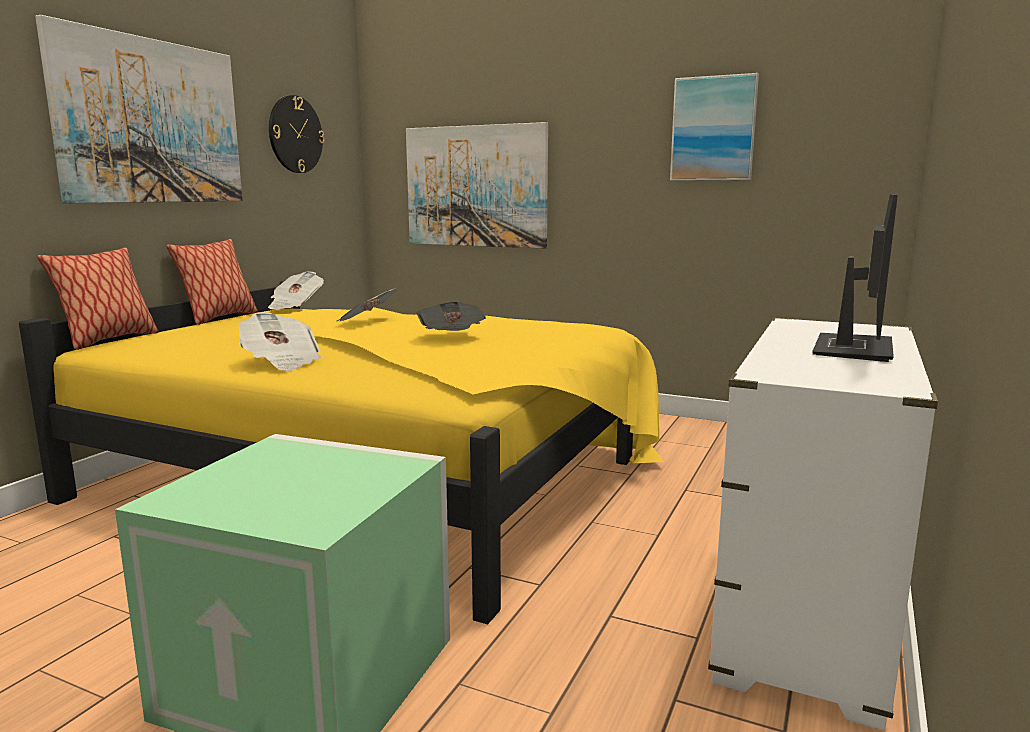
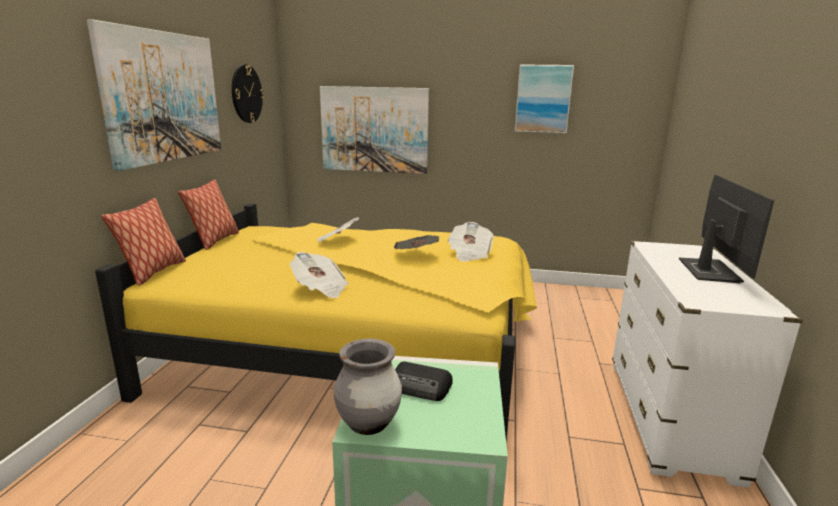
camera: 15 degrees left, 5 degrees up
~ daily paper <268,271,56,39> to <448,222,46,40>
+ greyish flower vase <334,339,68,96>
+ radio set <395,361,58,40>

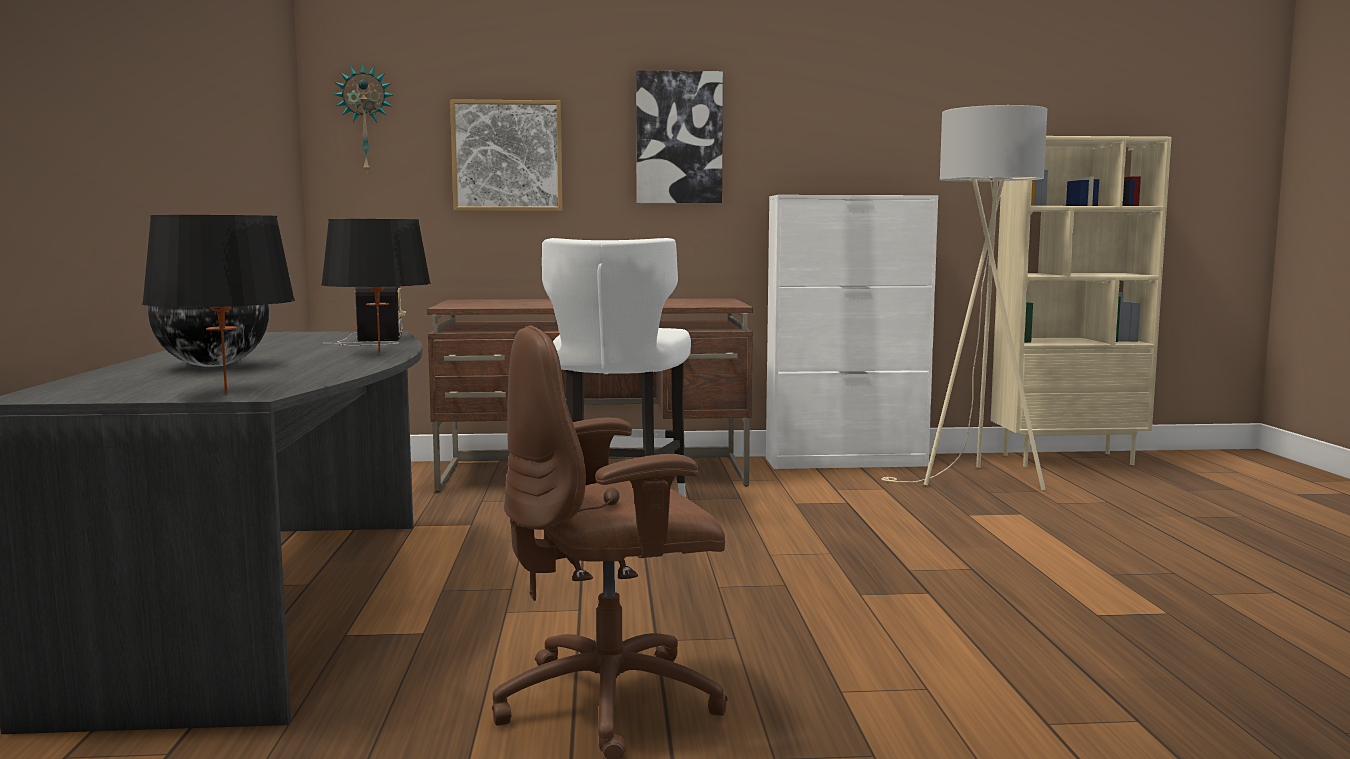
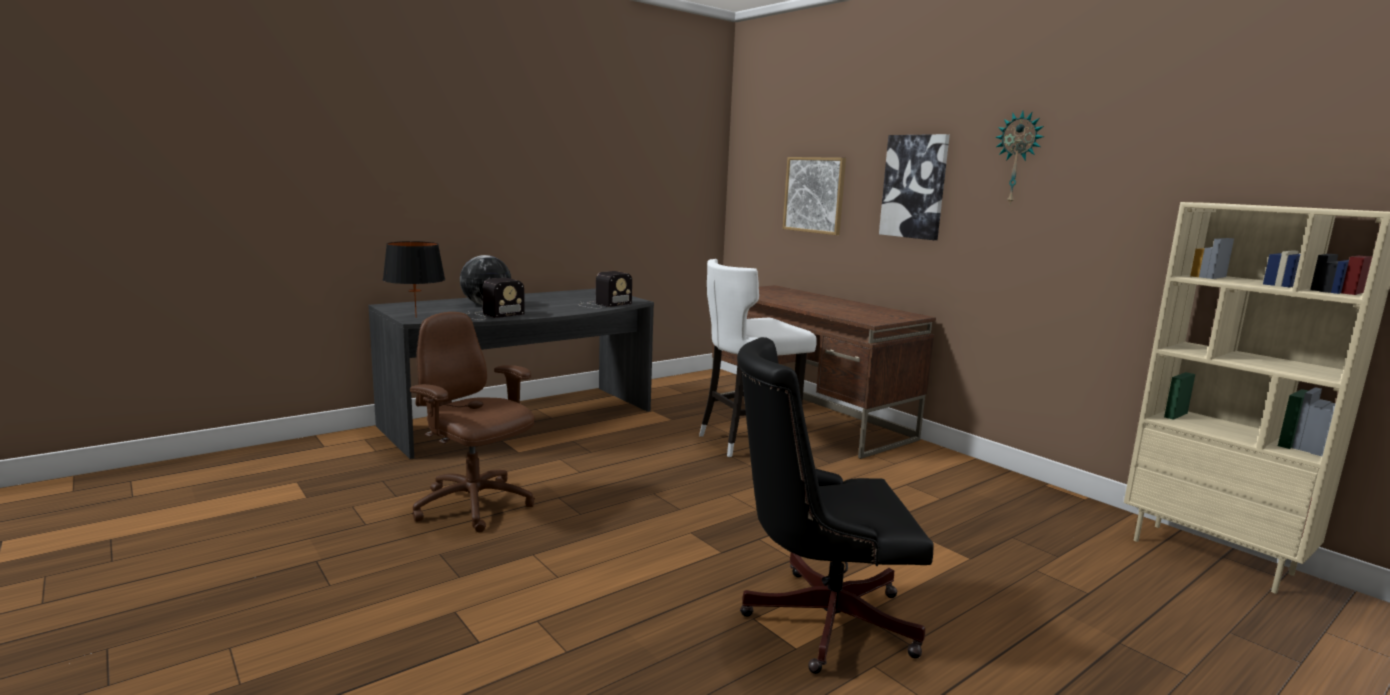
camera: 55 degrees right, 5 degrees up
~ clock on the wall <333,64,60,108> to <995,111,49,92>
- sand-coloured standing lamp <881,105,166,385>
- white storage cabinet <766,195,172,274>
- blackish table lamp <321,219,110,134>
+ radio set <468,278,57,42>
+ blackish office chair <737,337,197,337>

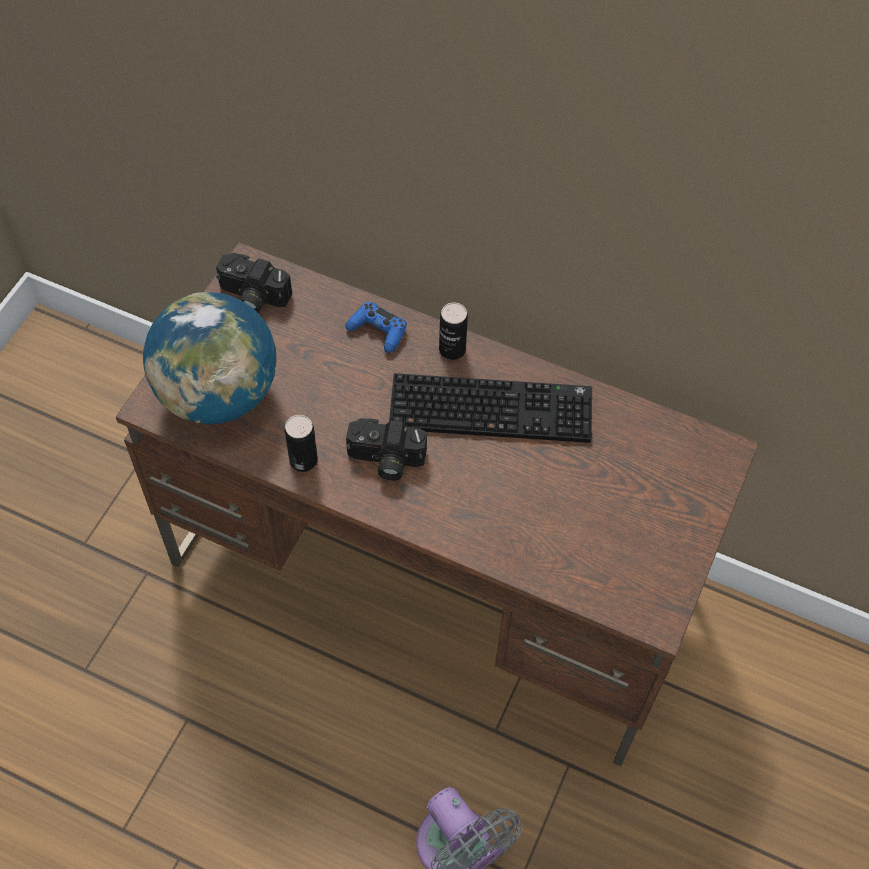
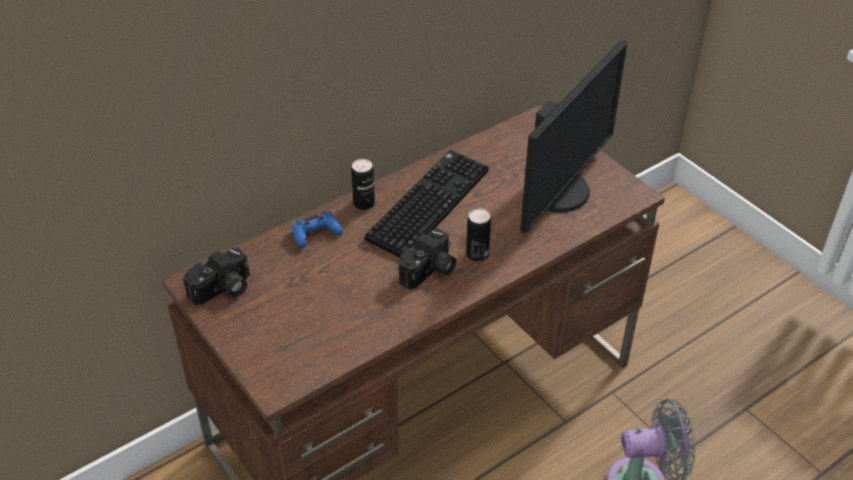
camera: 60 degrees left, 15 degrees down
- world globe <143,292,134,132>
~ sealed can <285,415,33,57> to <466,208,25,53>
+ monitor <520,40,107,194>

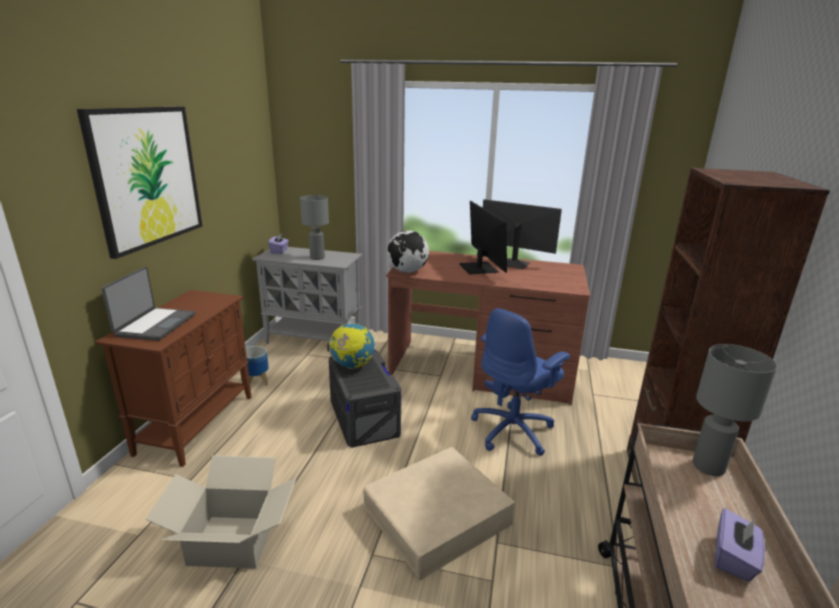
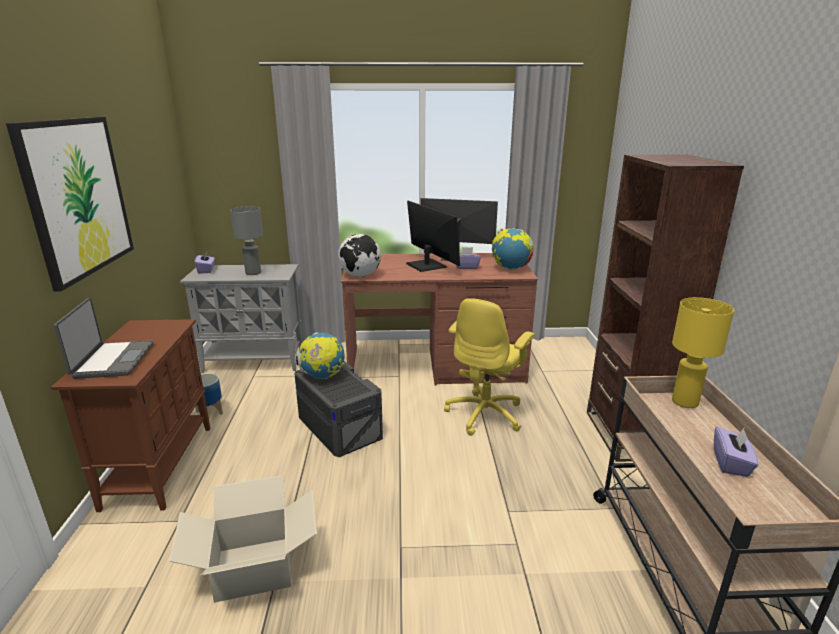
camera: 15 degrees left, 0 degrees up
~ blue-coloured office chair <471,308,99,148> to yellow-coloured office chair <444,298,90,138>
~ greyish table lamp <693,344,84,132> to yellow-coloured table lamp <672,297,62,111>
- sand-coloured storage box <363,447,152,133>
+ world globe <492,228,41,42>
+ purple box of tissues <456,247,25,22>

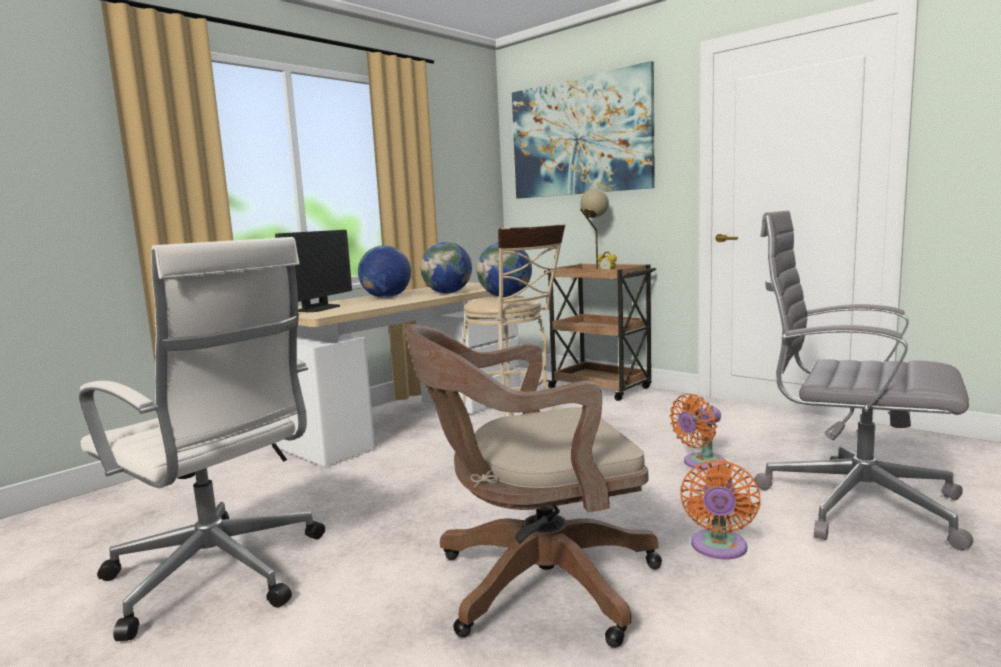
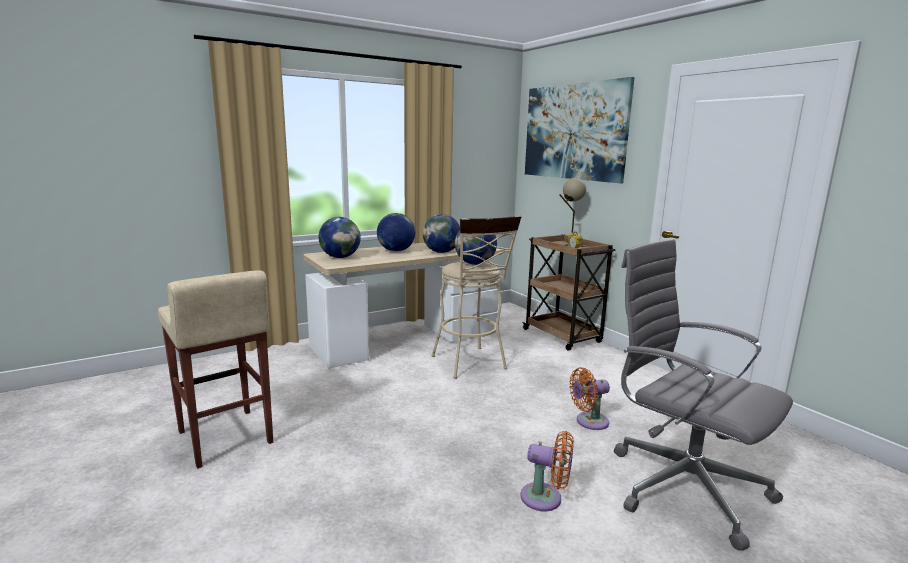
camera: 15 degrees right, 5 degrees up
~ monitor <275,230,77,82> to world globe <318,217,43,41>
~ white office chair <79,237,246,404> to sand-coloured stool seat <158,270,115,198>
- brownish office chair <404,324,258,324>
~ orangey cooling fan <680,460,81,99> = <521,431,53,80> 105 degrees counterclockwise

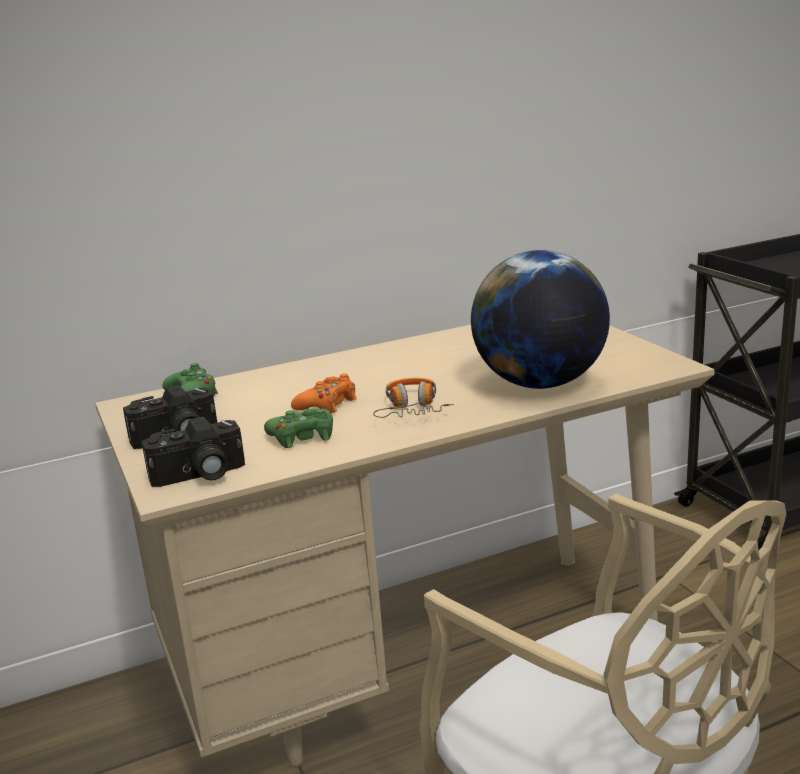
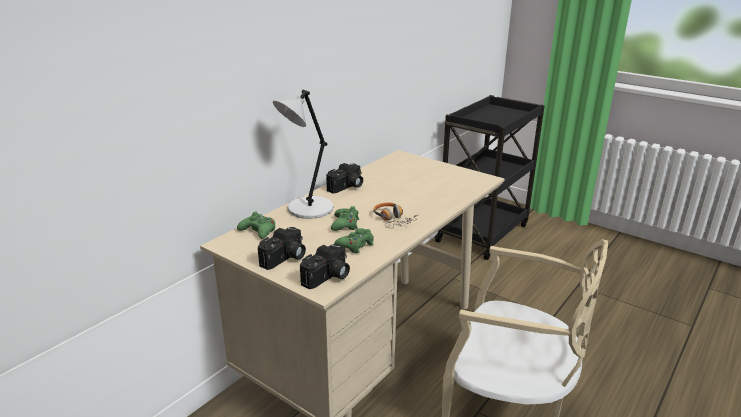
camera: 30 degrees left, 5 degrees up
- world globe <471,250,139,139>
~ orangey game controller <291,373,66,41> to green game controller <331,206,28,25>
+ greyish table lamp <273,90,60,129>
+ still camera <326,163,37,30>

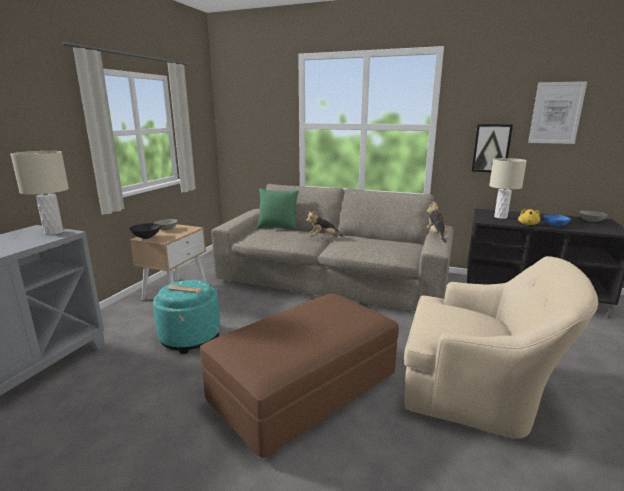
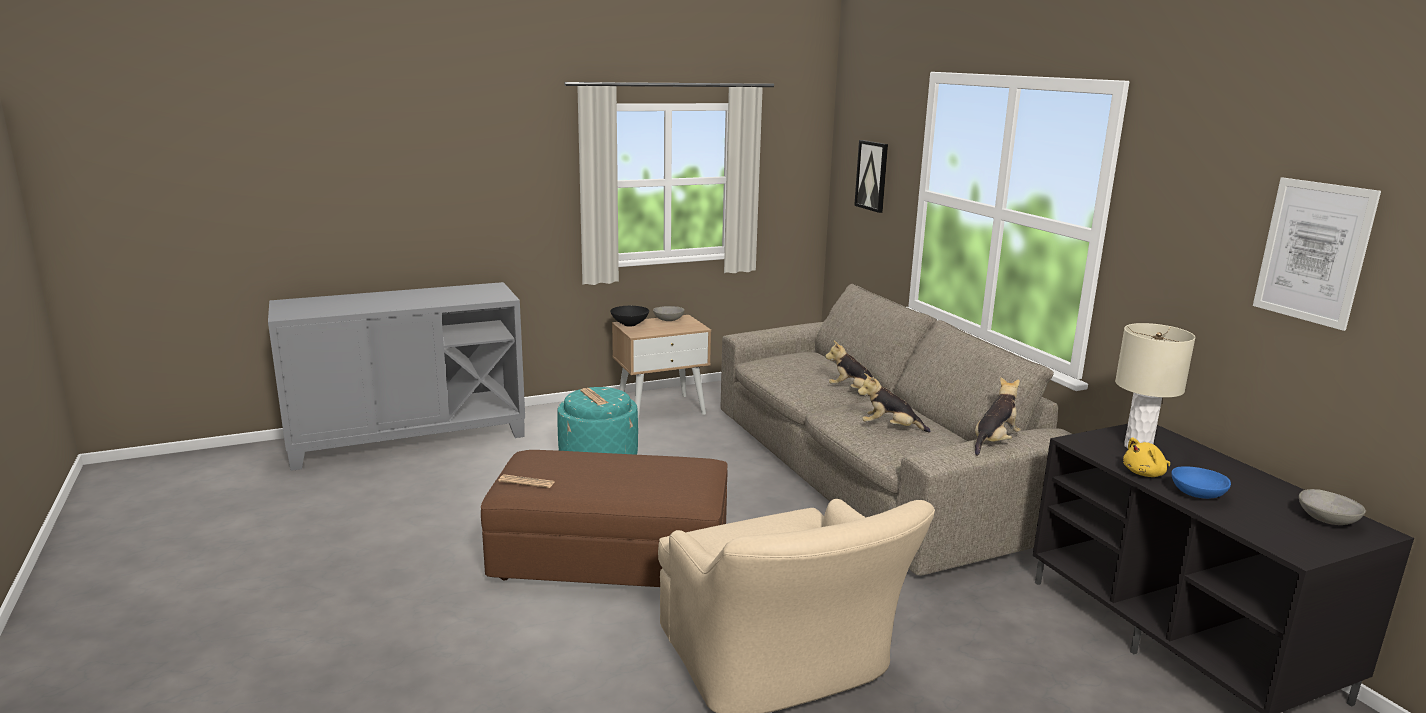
camera: 45 degrees right, 0 degrees up
~ wall art <472,124,41,48> to <854,140,34,73>
- sand-coloured table lamp <10,151,59,84>
- green pillow <257,188,42,42>
+ cuddly toy <858,373,73,60>
+ daily paper <498,474,56,14>

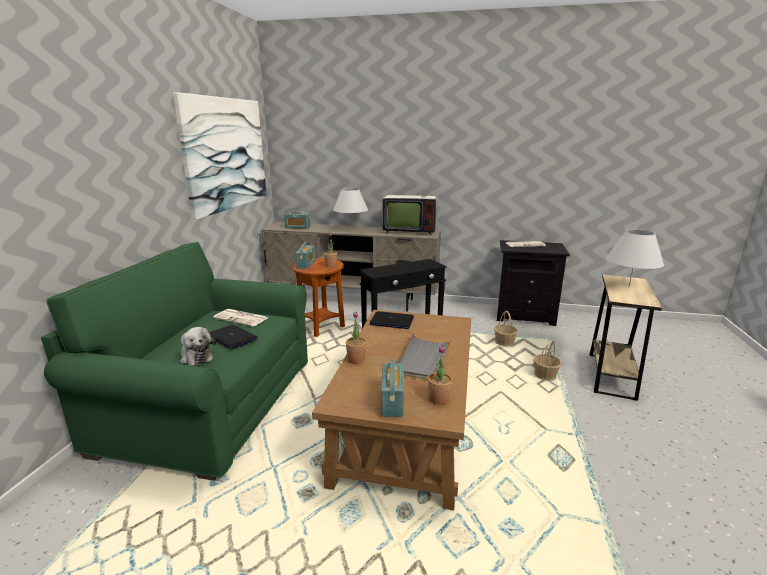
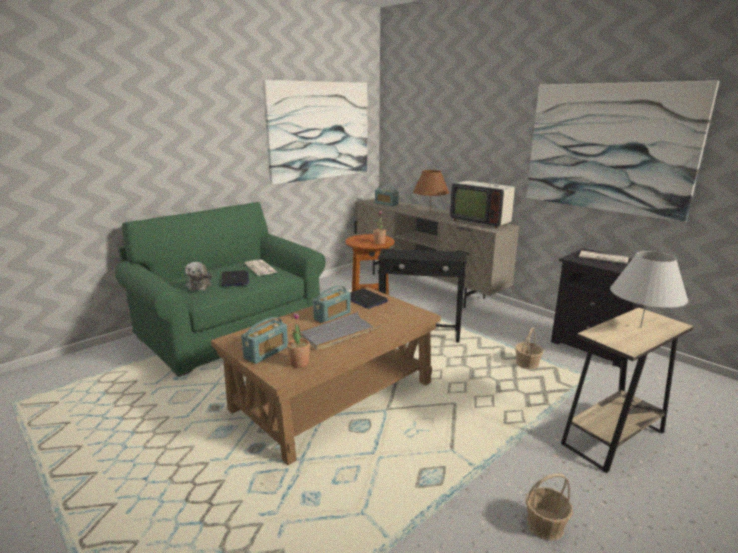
camera: 35 degrees right, 0 degrees up
~ white table lamp <333,188,35,41> to brownish table lamp <413,170,36,41>
~ radio set <296,242,19,27> to <313,286,38,37>
- houseplant <346,312,21,52>
~ storage basket <533,340,29,41> to <526,473,47,68>
+ wall art <526,81,193,142>

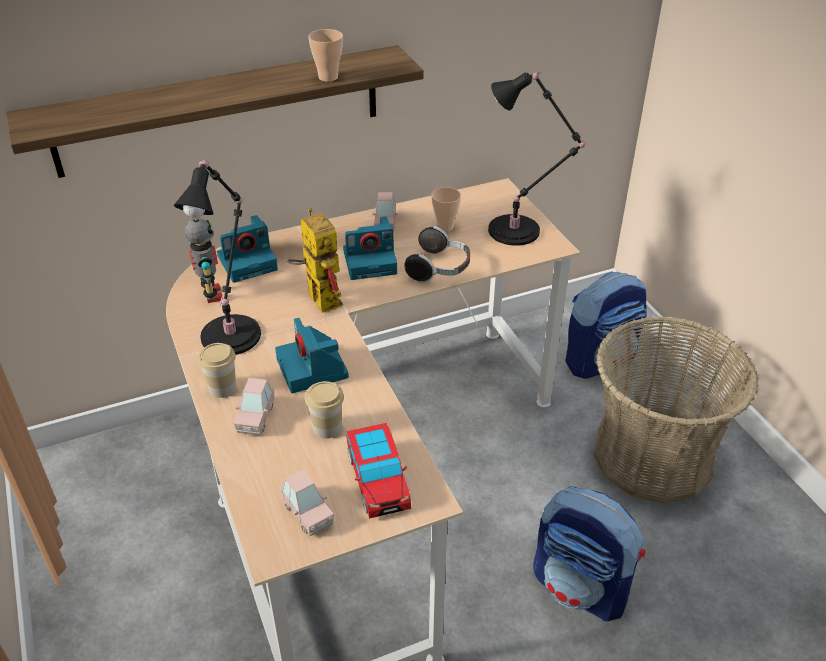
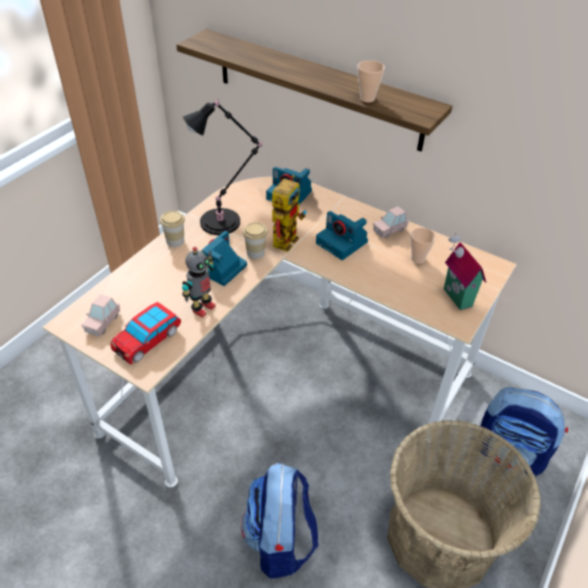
camera: 55 degrees right, 5 degrees up
~ blackish table lamp <488,72,99,174> to model house <444,233,42,77>
~ model robot <185,218,38,85> to <182,247,33,70>
- headphones <404,226,66,57>
- pinkish toy car <234,378,40,57>
~ small cup <305,381,39,58> to <243,222,25,37>

